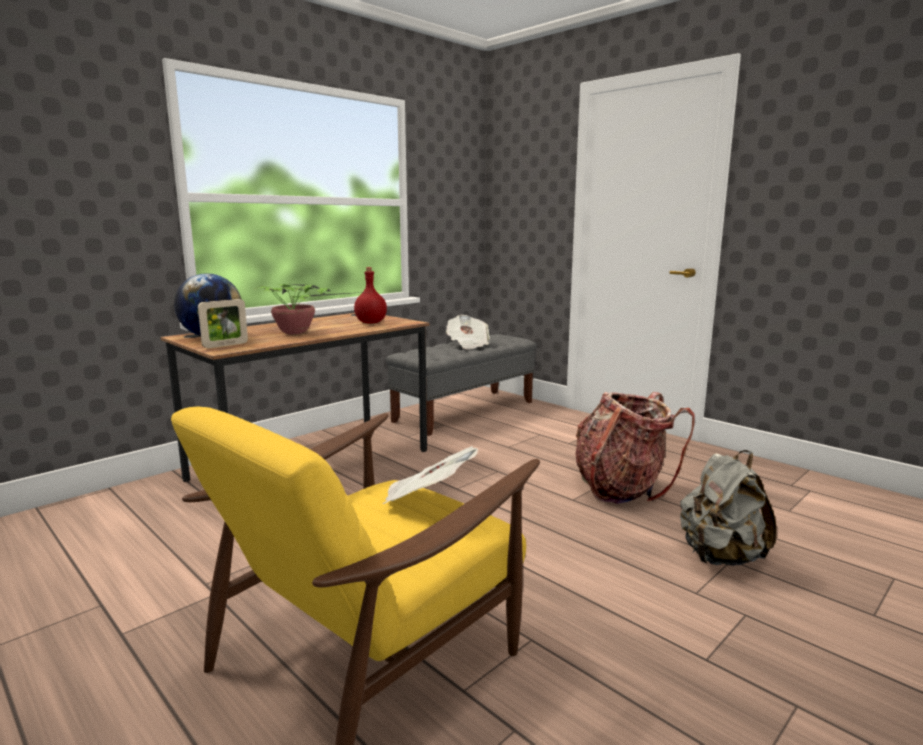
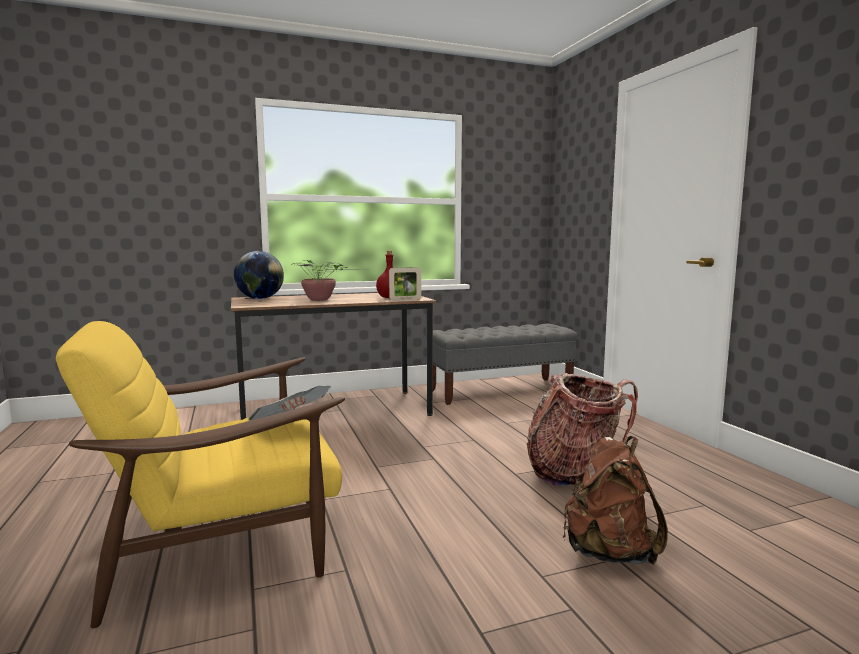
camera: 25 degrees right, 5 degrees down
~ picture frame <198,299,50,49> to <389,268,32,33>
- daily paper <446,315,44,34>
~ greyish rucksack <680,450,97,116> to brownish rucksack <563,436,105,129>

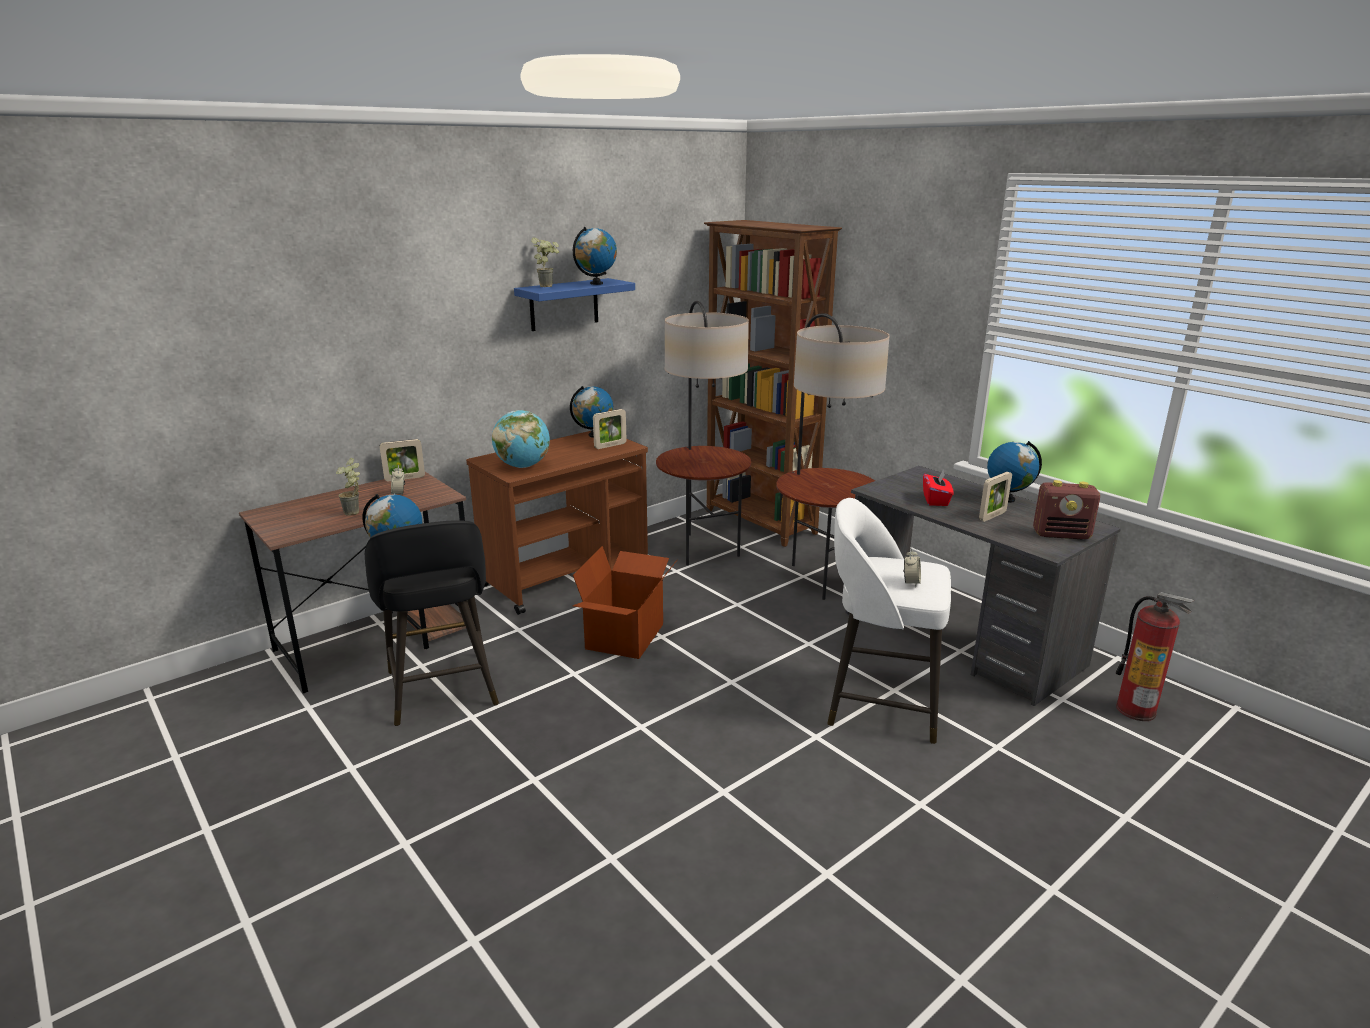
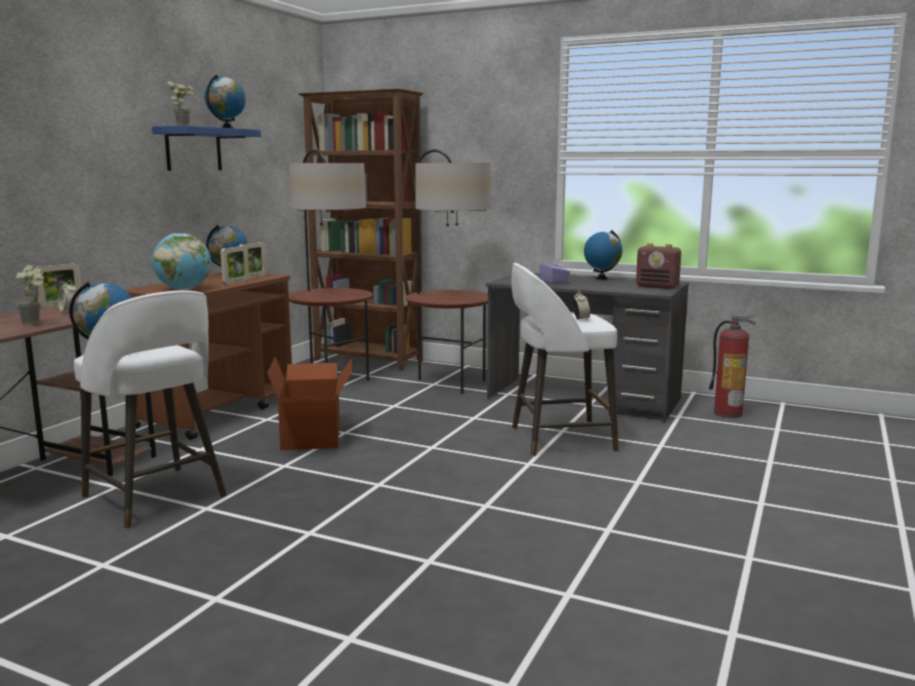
camera: 25 degrees left, 10 degrees down
~ reddish box of tissues <923,470,30,36> to purple box of tissues <539,257,31,27>
~ picture frame <979,472,33,50> to <221,246,28,38>
~ radio set <1033,480,67,59> = <636,243,45,46> 45 degrees clockwise
~ blackish stool seat <365,521,134,205> to white stool seat <74,290,153,239>

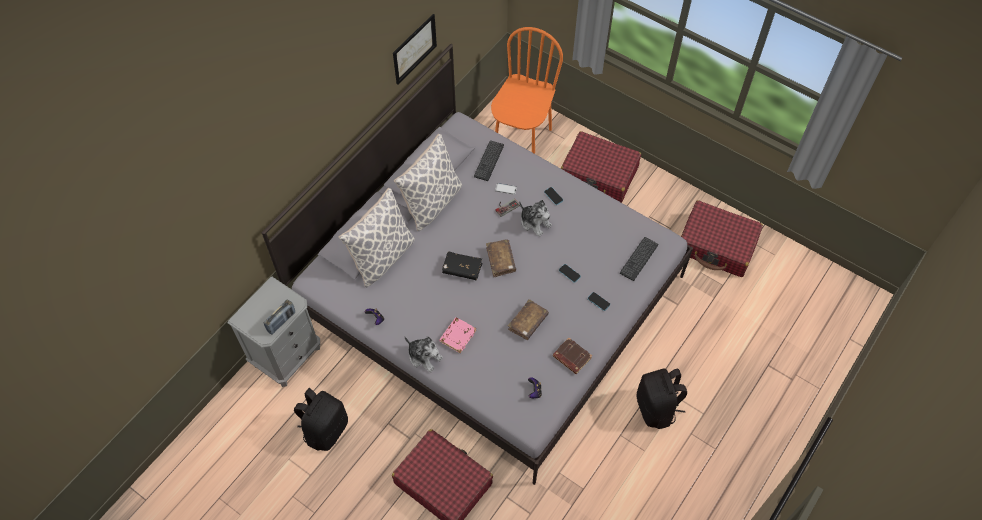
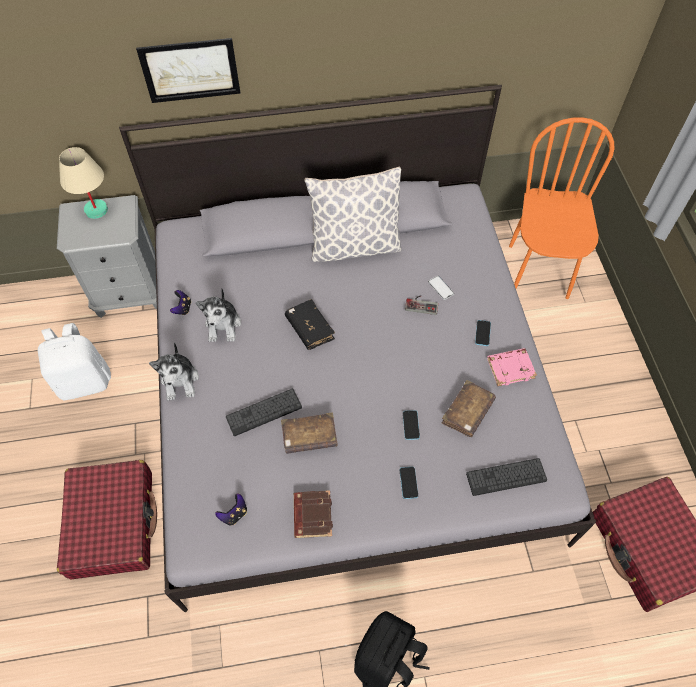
camera: 45 degrees right, 0 degrees up
~ wall art <393,14,44,71> to <136,38,104,65>
~ orangey chair <491,27,72,127> = <509,117,106,182> 60 degrees counterclockwise
- reddish travel case <561,131,80,72>
~ computer keyboard <474,140,30,41> to <226,389,76,47>
- pillow <339,188,76,99>
~ cuddly toy <519,200,33,36> to <195,289,46,53>
~ brownish book <486,239,30,38> to <442,380,54,57>
- radio set <263,300,32,35>
~ pinkish book <439,317,37,36> to <487,348,50,38>
~ blackish rucksack <294,388,54,63> to white rucksack <38,323,73,77>
+ sand-coloured table lamp <59,147,49,72>

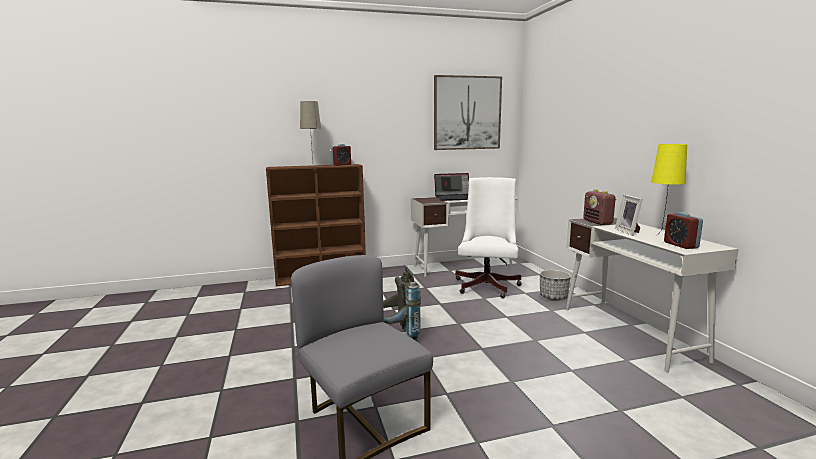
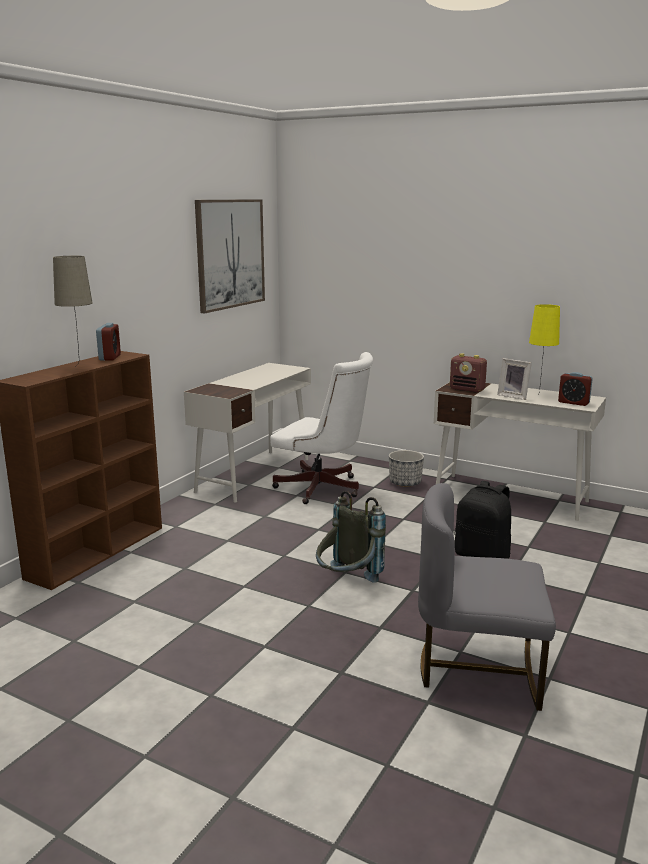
camera: 45 degrees left, 5 degrees up
- laptop <434,173,35,28>
~ white office chair <455,177,67,121> = <270,352,103,152> 150 degrees clockwise
+ blackish rucksack <455,481,56,78>

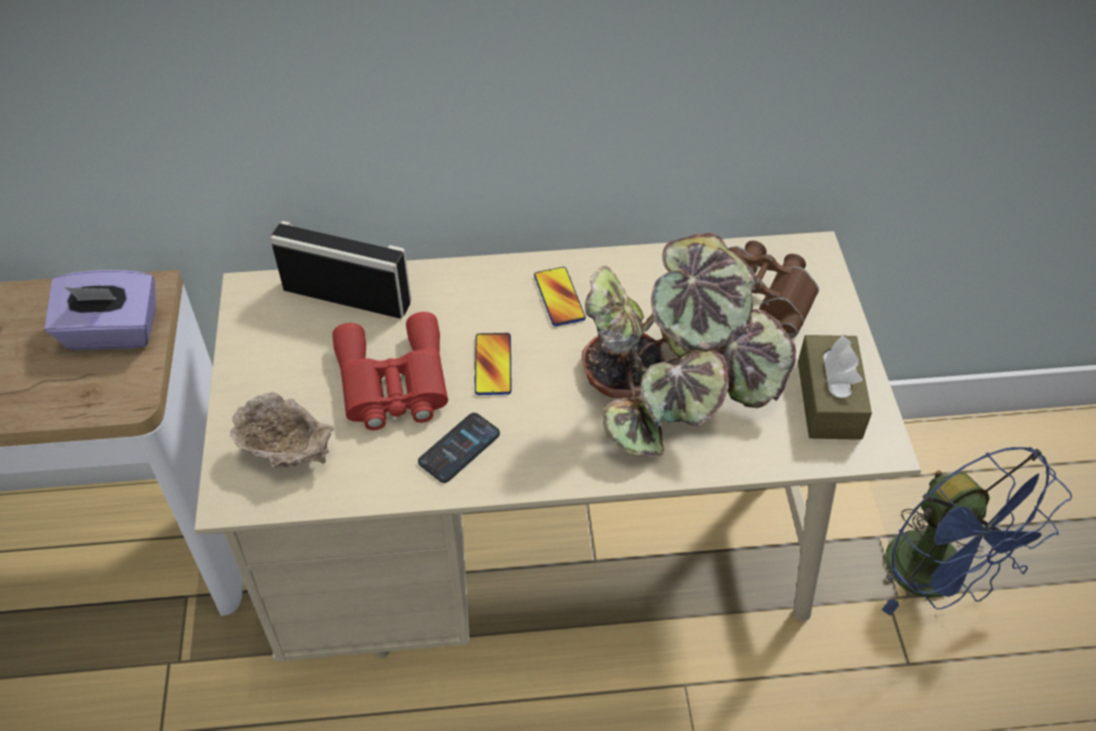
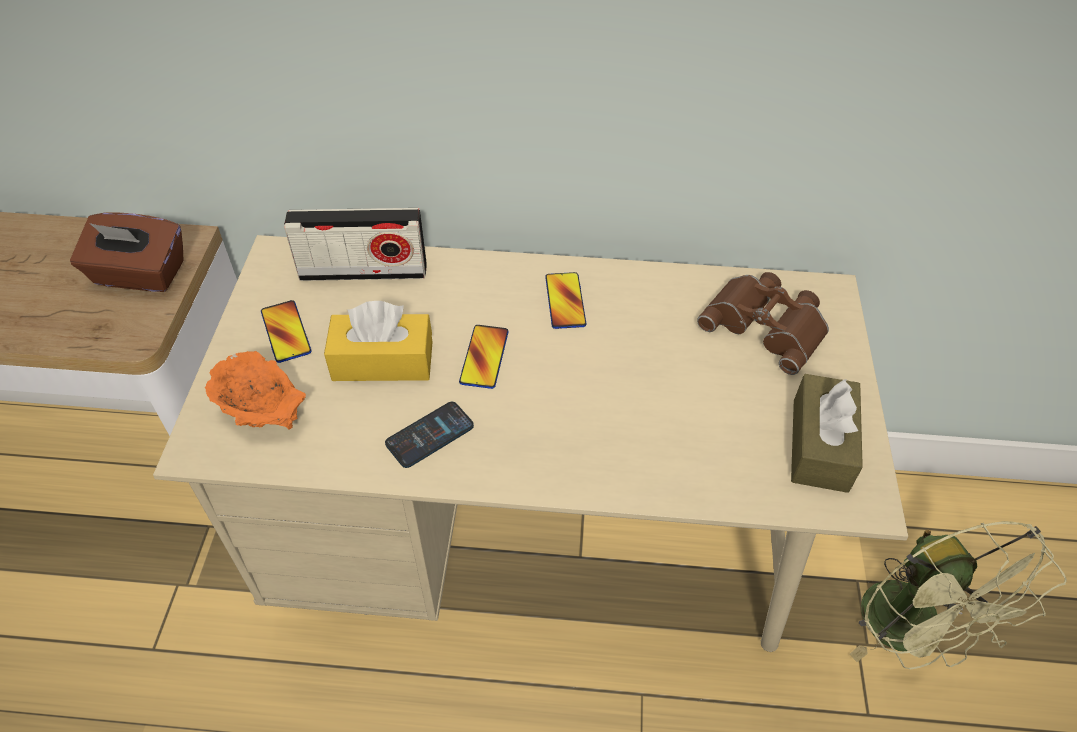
camera: 10 degrees right, 0 degrees up
~ radio set <270,221,142,98> = <284,208,143,73> 150 degrees clockwise
- houseplant <582,232,214,225>
~ purple box of tissues <45,270,110,80> to brownish box of tissues <70,213,113,79>
~ reddish pair of binoculars <332,312,116,118> to yellow-coloured box of tissues <324,301,108,80>
~ sand-coloured bowl <230,392,104,75> to orangey bowl <205,351,101,79>
~ blue-coloured cooling fan <881,447,191,169> to green cooling fan <849,521,218,148>
+ handset <261,300,50,63>

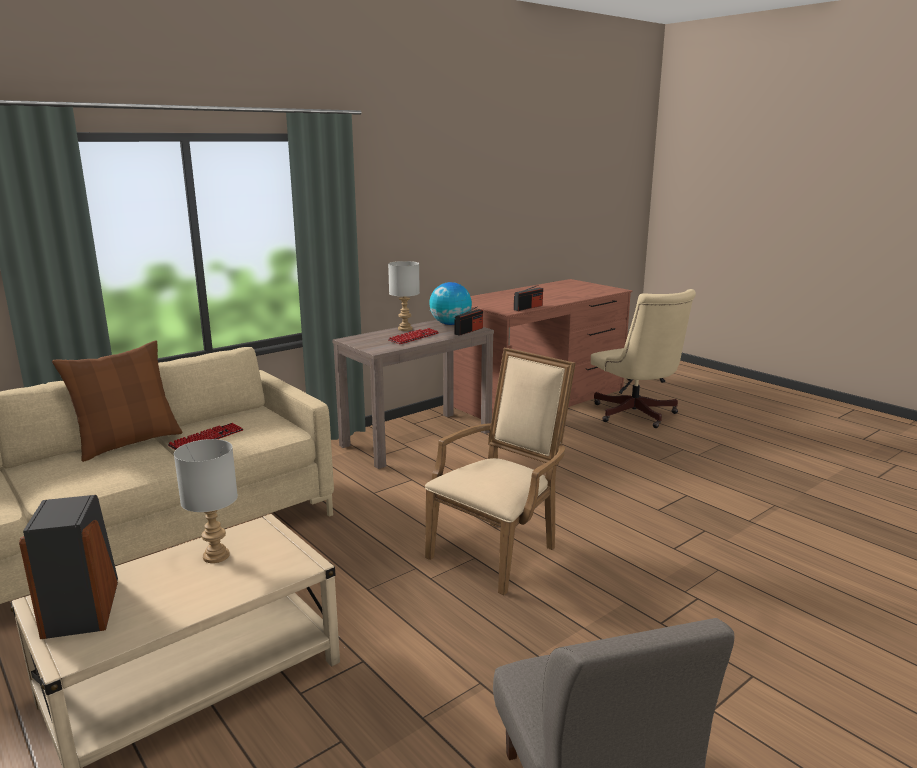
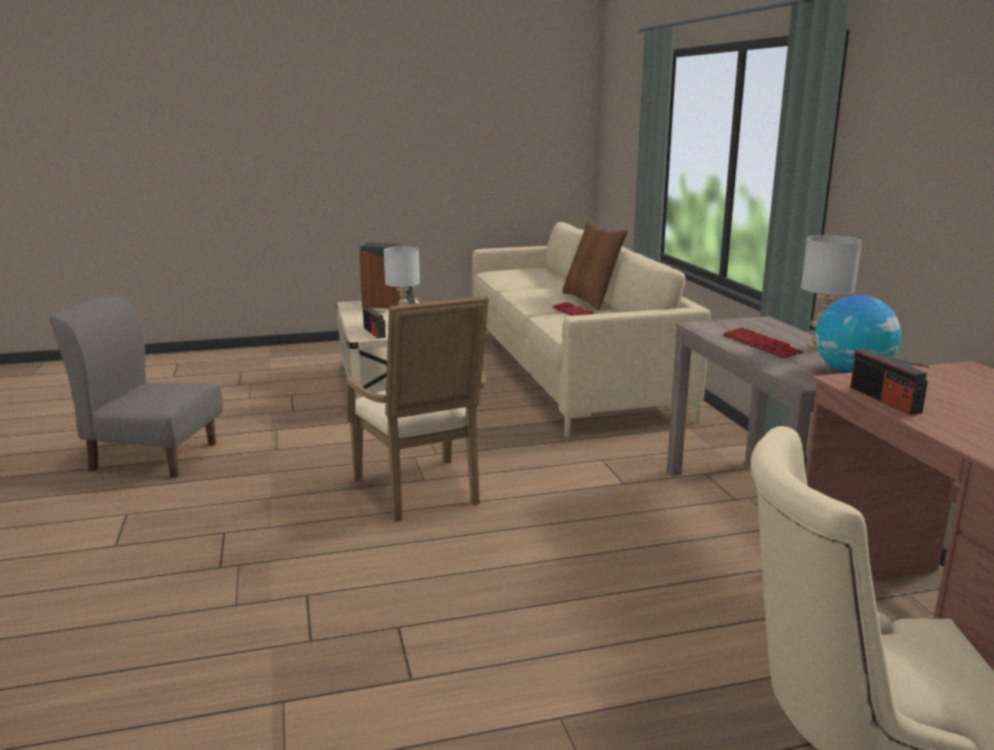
camera: 115 degrees right, 0 degrees up
~ radio set <454,306,29,30> to <363,306,23,33>

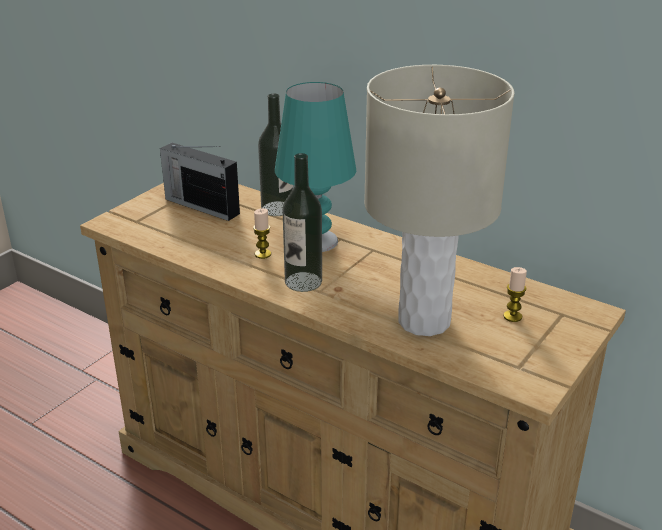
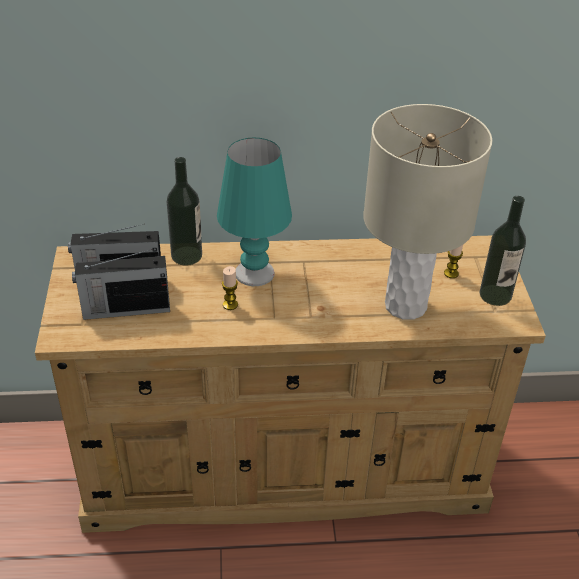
camera: 40 degrees left, 10 degrees up
~ bottle <282,153,40,139> to <480,196,46,110>
+ radio set <72,249,98,71>

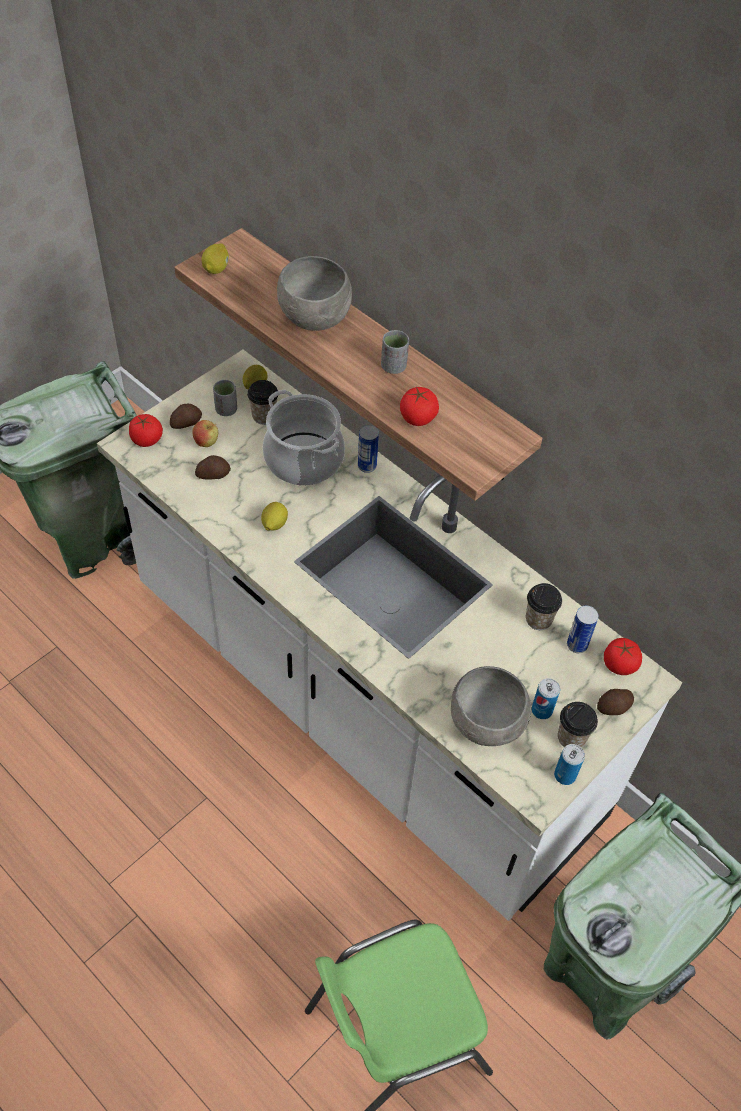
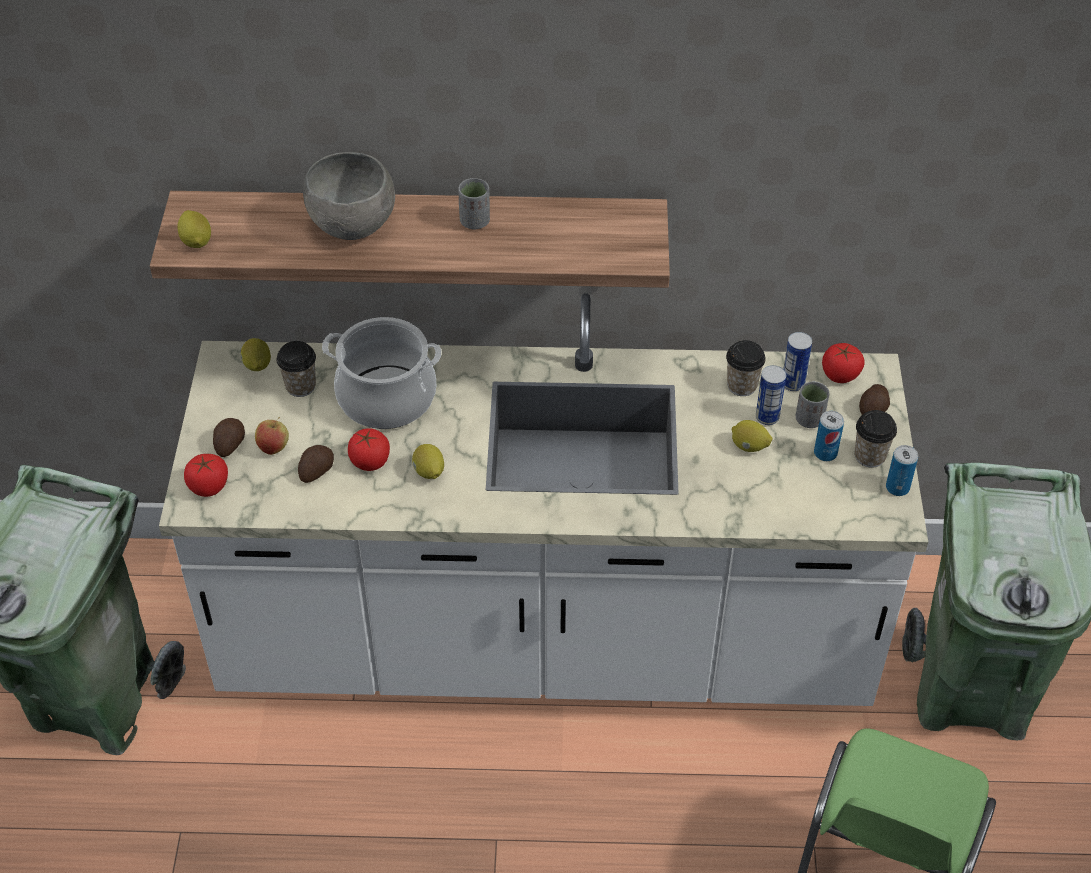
camera: 40 degrees left, 5 degrees down
~ greyish small cup <213,380,24,36> to <795,381,34,47>
~ fresh tomato <400,387,39,39> to <348,428,42,43>
~ sealed can <358,425,21,48> to <756,365,30,60>
- greyish bowl <451,666,80,80>
+ whole lemon <732,420,40,32>

